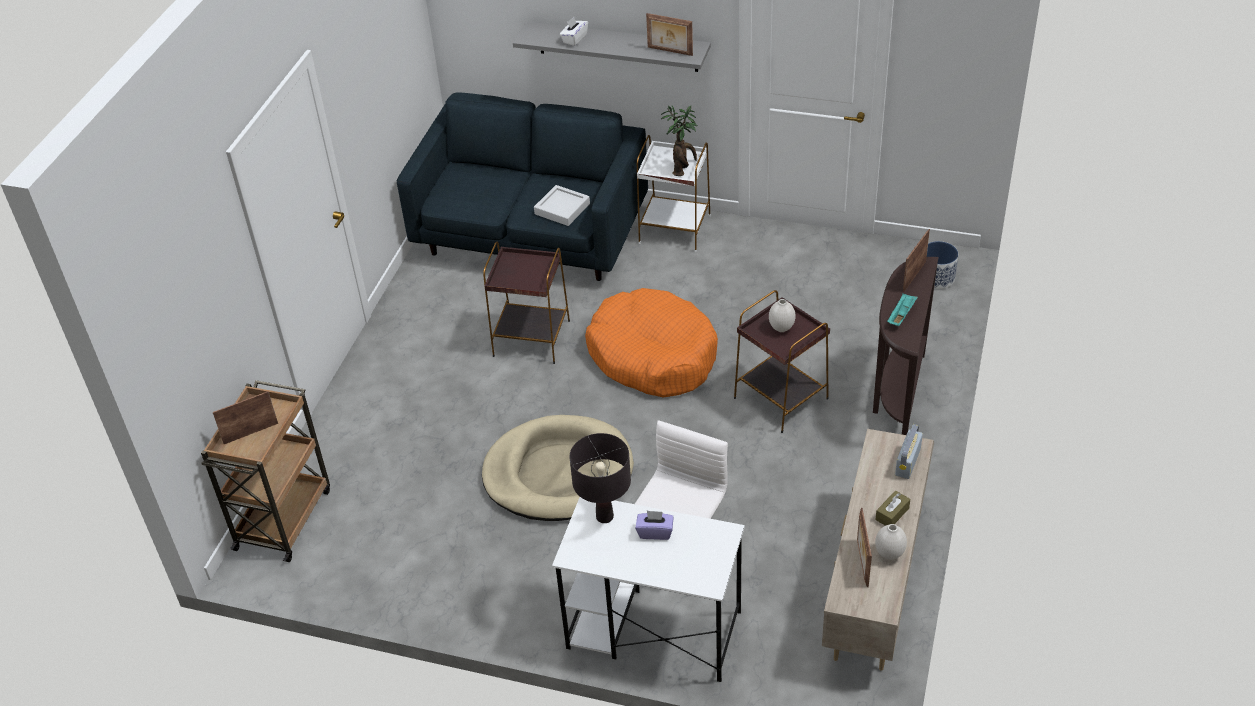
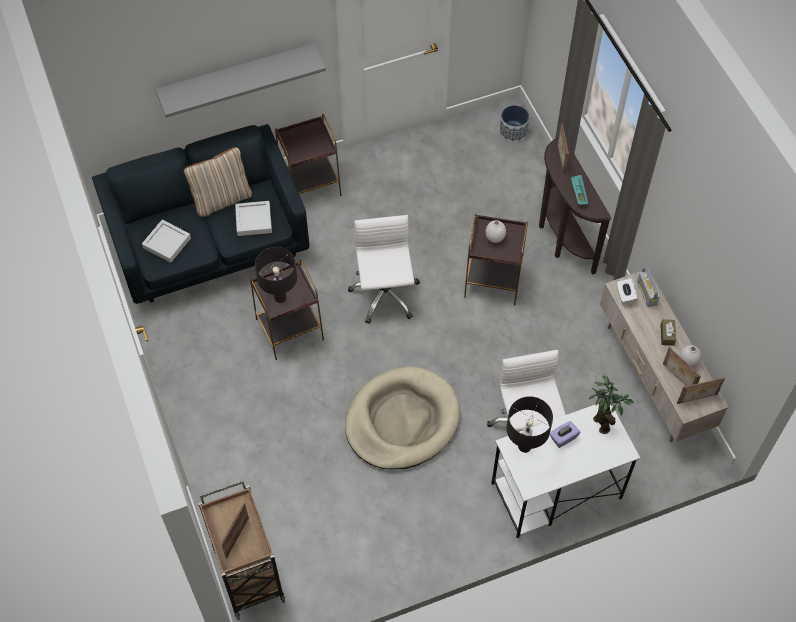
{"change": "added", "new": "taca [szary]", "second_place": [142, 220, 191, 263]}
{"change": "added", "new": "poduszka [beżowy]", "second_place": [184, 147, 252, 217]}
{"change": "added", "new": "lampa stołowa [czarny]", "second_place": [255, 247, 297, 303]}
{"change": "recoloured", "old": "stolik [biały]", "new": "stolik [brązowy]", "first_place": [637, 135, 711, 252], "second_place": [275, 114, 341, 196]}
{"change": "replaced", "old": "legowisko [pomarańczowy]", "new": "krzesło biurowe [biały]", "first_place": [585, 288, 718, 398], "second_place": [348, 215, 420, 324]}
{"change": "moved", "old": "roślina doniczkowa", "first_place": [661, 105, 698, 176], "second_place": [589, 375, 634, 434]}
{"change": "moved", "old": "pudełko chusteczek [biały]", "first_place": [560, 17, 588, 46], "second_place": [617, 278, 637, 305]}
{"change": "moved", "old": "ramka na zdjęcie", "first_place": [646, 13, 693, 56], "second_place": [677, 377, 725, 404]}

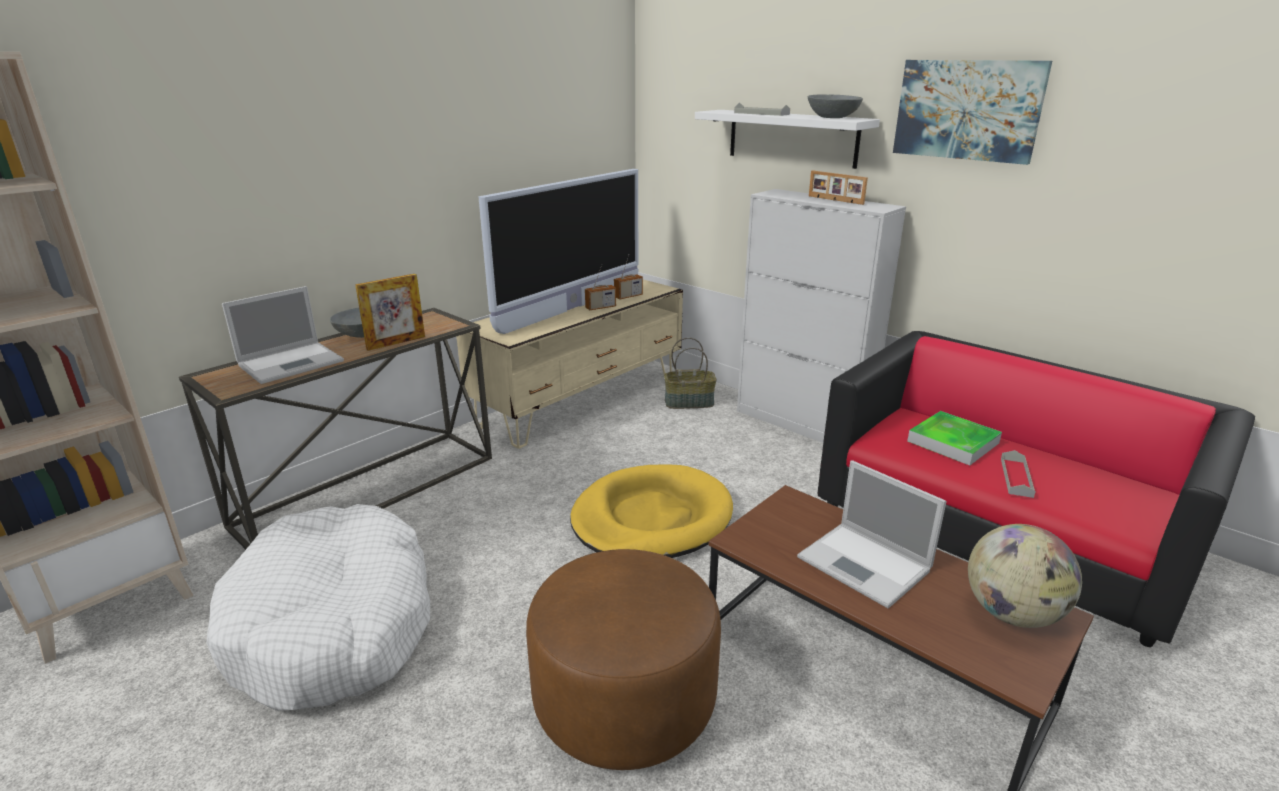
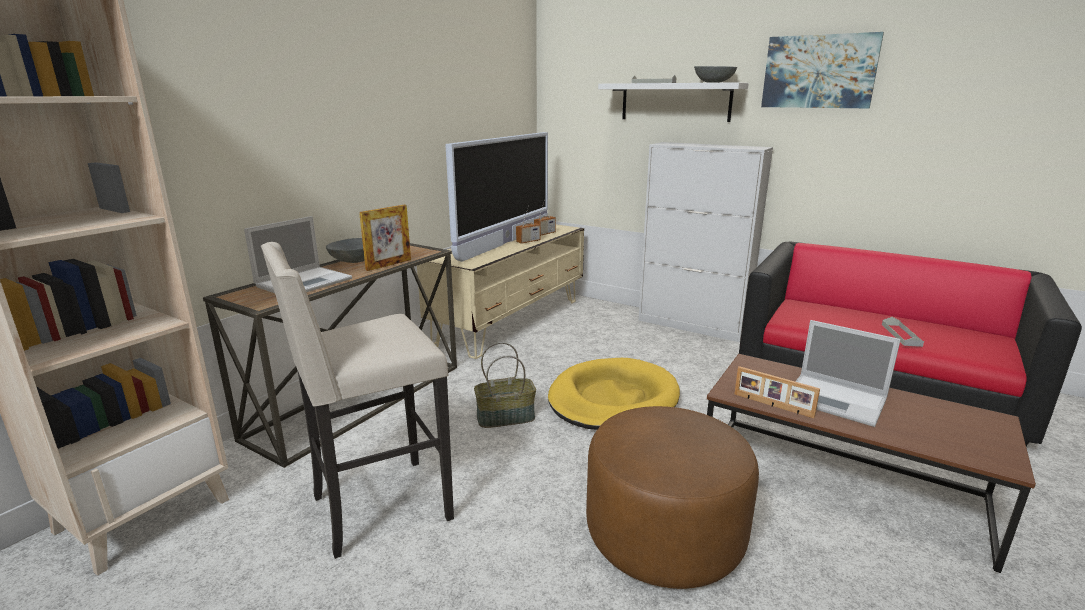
{"change": "replaced", "old": "legowisko [biały]", "new": "stołek [beżowy]", "first_place": [206, 504, 430, 711], "second_place": [261, 242, 454, 559]}
{"change": "moved", "old": "koszyk", "first_place": [664, 337, 717, 409], "second_place": [474, 342, 536, 428]}
{"change": "moved", "old": "ramka na zdjęcie", "first_place": [809, 170, 868, 205], "second_place": [734, 366, 820, 418]}
{"change": "removed", "old": "taca", "first_place": [907, 411, 1002, 466]}
{"change": "removed", "old": "globus", "first_place": [968, 524, 1082, 628]}

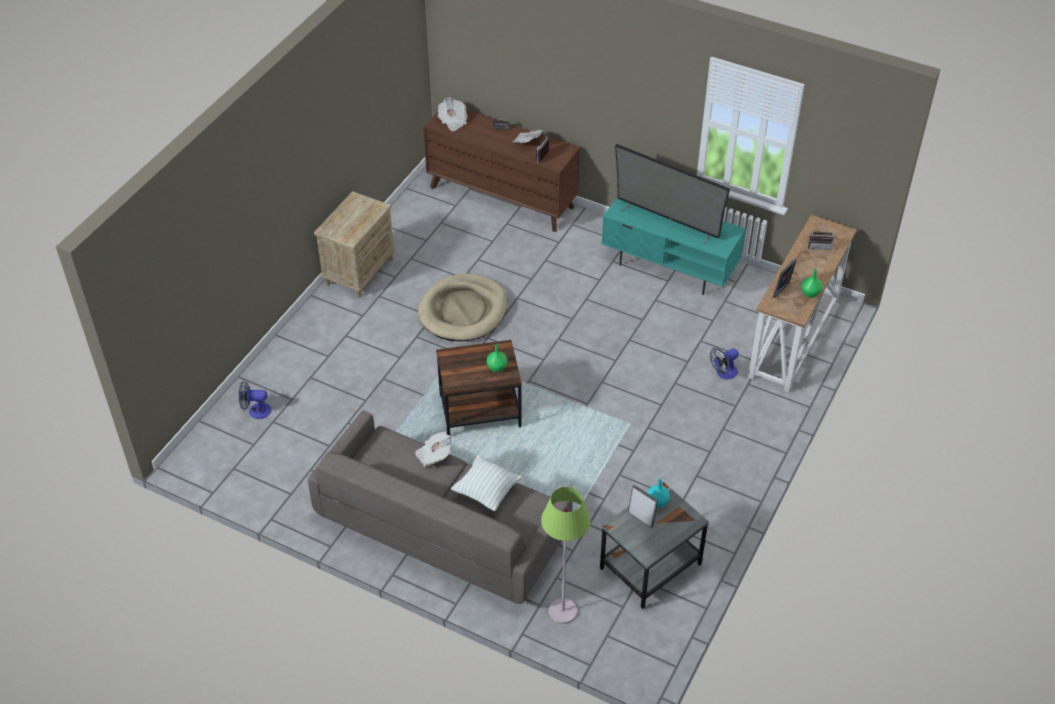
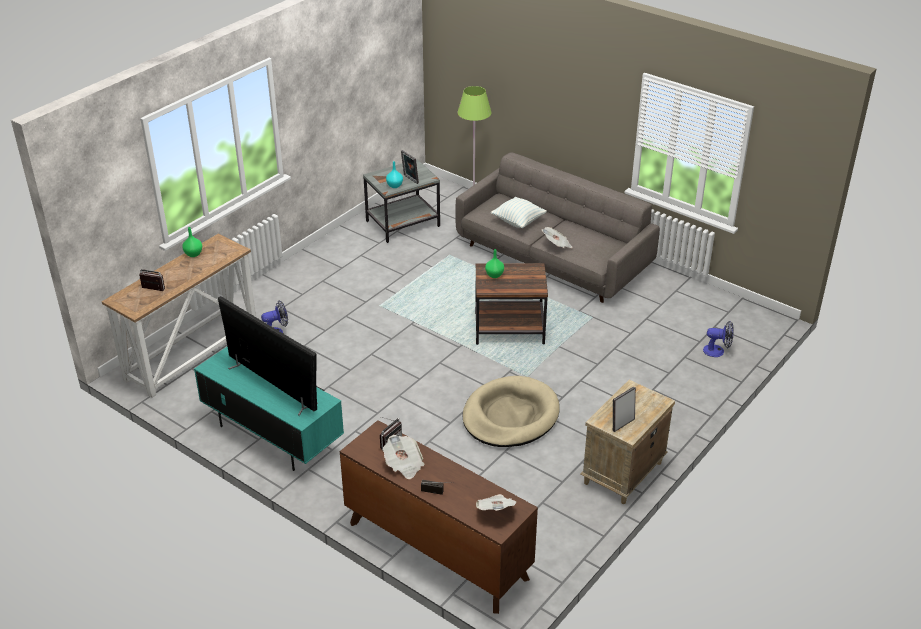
{"change": "moved", "old": "ramka na zdjęcie", "first_place": [773, 259, 797, 298], "second_place": [613, 387, 636, 432]}

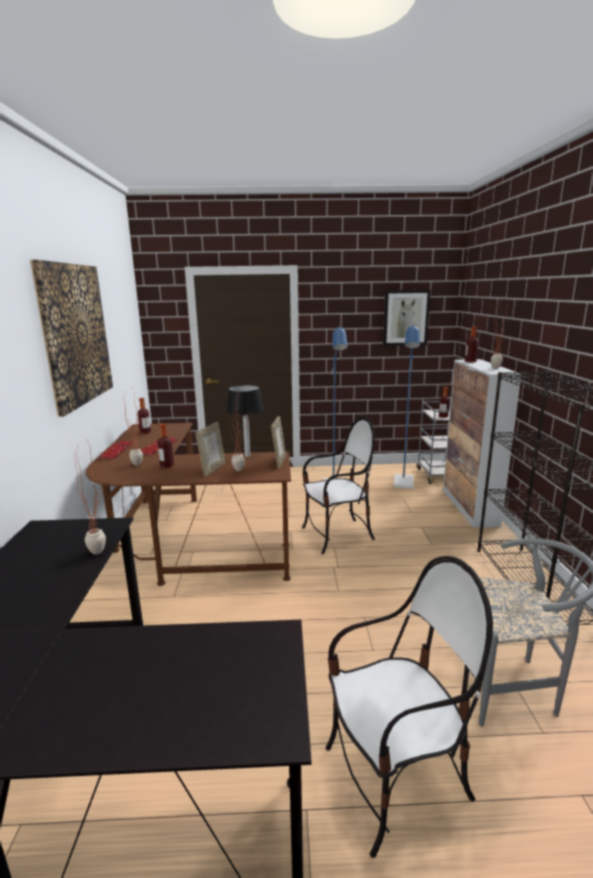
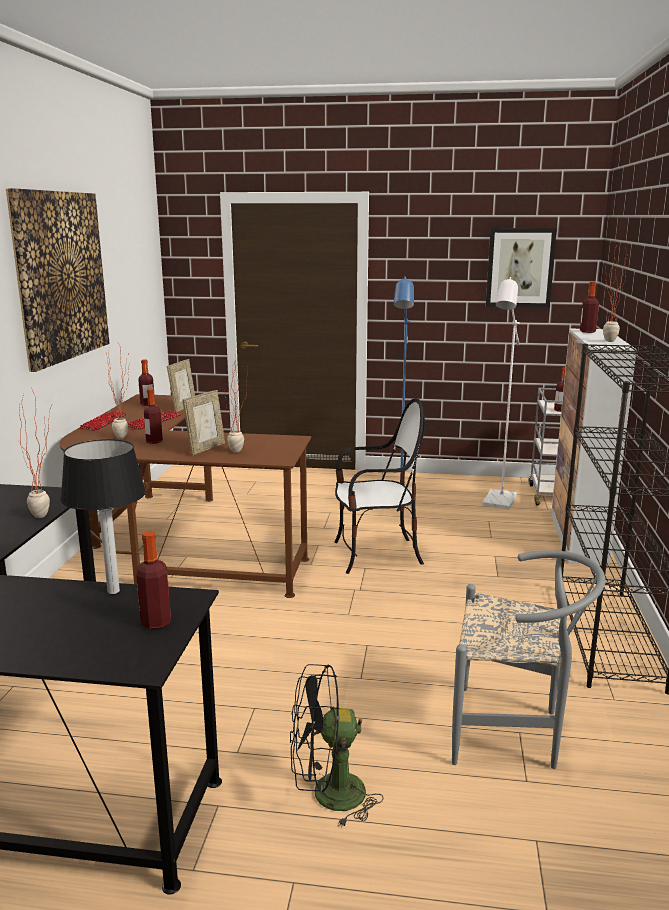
{"change": "moved", "old": "lampa stołowa", "first_place": [226, 385, 264, 457], "second_place": [60, 439, 146, 594]}
{"change": "added", "new": "butelka", "second_place": [136, 531, 171, 629]}
{"change": "moved", "old": "ramka na zdjęcie", "first_place": [271, 416, 286, 469], "second_place": [167, 359, 195, 412]}
{"change": "replaced", "old": "krzesło", "new": "wentylator [czarny]", "first_place": [326, 556, 493, 858], "second_place": [290, 664, 383, 828]}
{"change": "recoloured", "old": "lampa stojąca [niebieski]", "new": "lampa stojąca [biały]", "first_place": [394, 325, 420, 489], "second_place": [482, 277, 520, 509]}

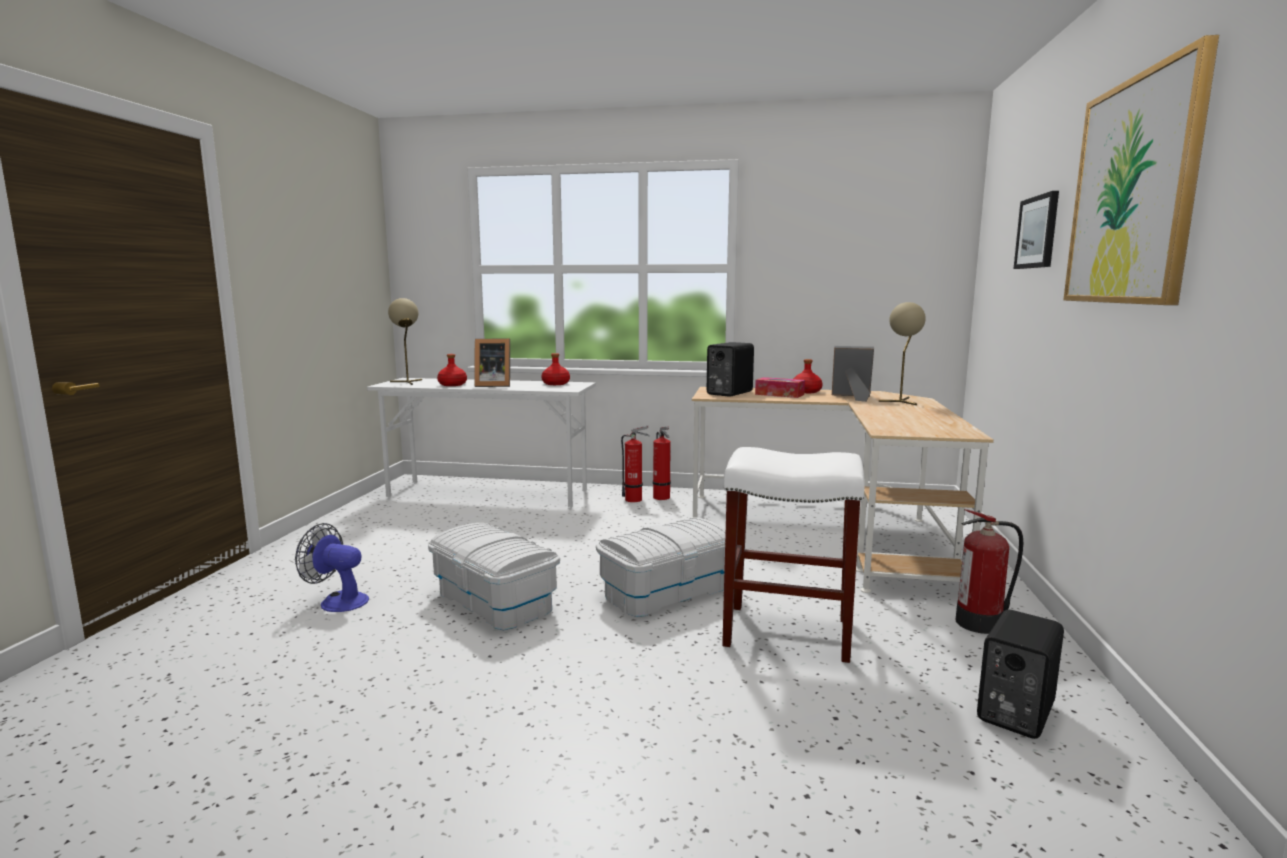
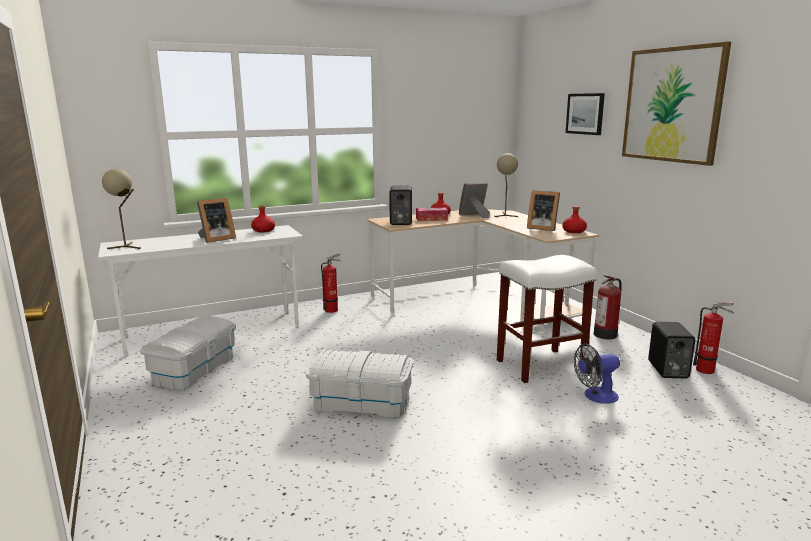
{"change": "moved", "old": "pojemnik do przechowywania [biały]", "first_place": [596, 518, 726, 617], "second_place": [140, 316, 236, 390]}
{"change": "added", "new": "ramka na zdjęcie", "second_place": [527, 190, 560, 231]}
{"change": "moved", "old": "butelka [czerwony]", "first_place": [437, 354, 467, 386], "second_place": [562, 206, 587, 233]}
{"change": "moved", "old": "wentylator", "first_place": [295, 523, 369, 612], "second_place": [574, 344, 620, 404]}
{"change": "moved", "old": "gaśnica", "first_place": [653, 427, 671, 500], "second_place": [693, 302, 734, 374]}

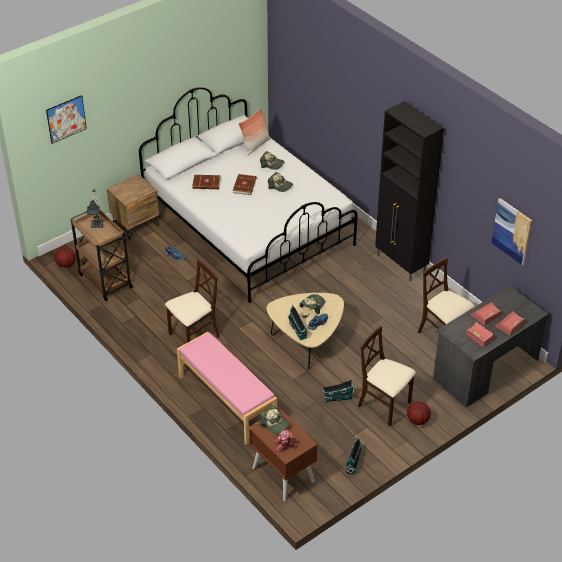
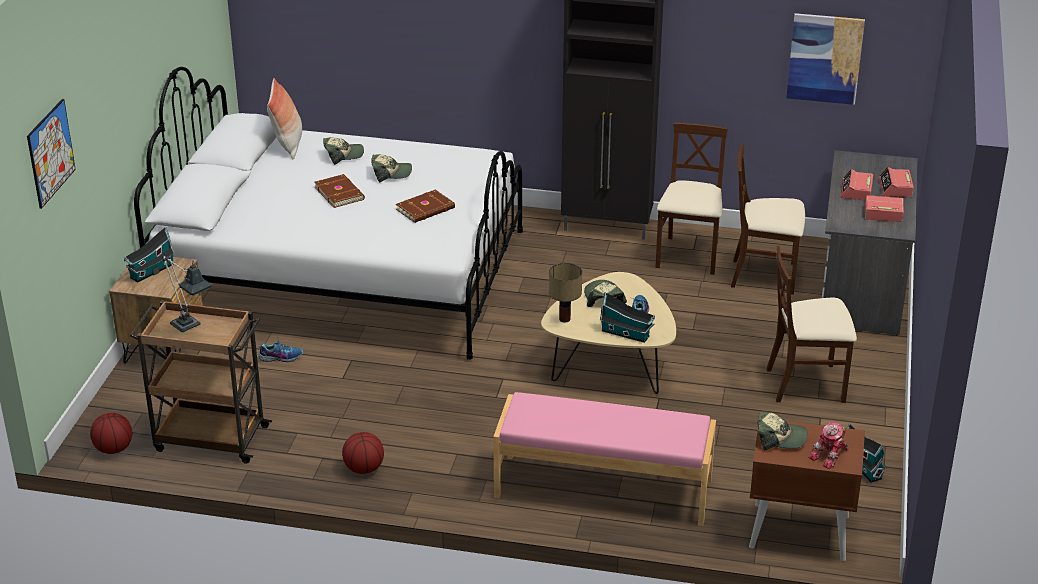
{"change": "moved", "old": "domek", "first_place": [322, 380, 354, 402], "second_place": [124, 227, 175, 283]}
{"change": "moved", "old": "piłka do koszykówki", "first_place": [407, 401, 431, 425], "second_place": [342, 432, 384, 474]}
{"change": "moved", "old": "książka [brązowy]", "first_place": [192, 175, 221, 189], "second_place": [396, 189, 455, 223]}
{"change": "added", "new": "lampa stołowa", "second_place": [549, 263, 582, 323]}
{"change": "moved", "old": "krzesło [beżowy]", "first_place": [165, 259, 219, 343], "second_place": [655, 122, 728, 275]}

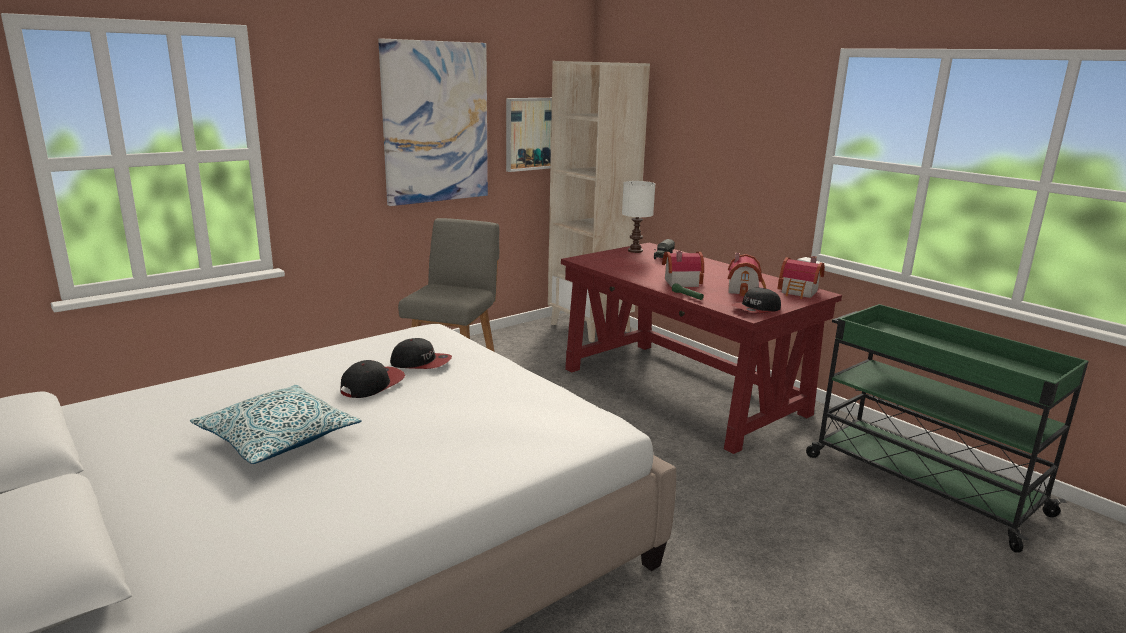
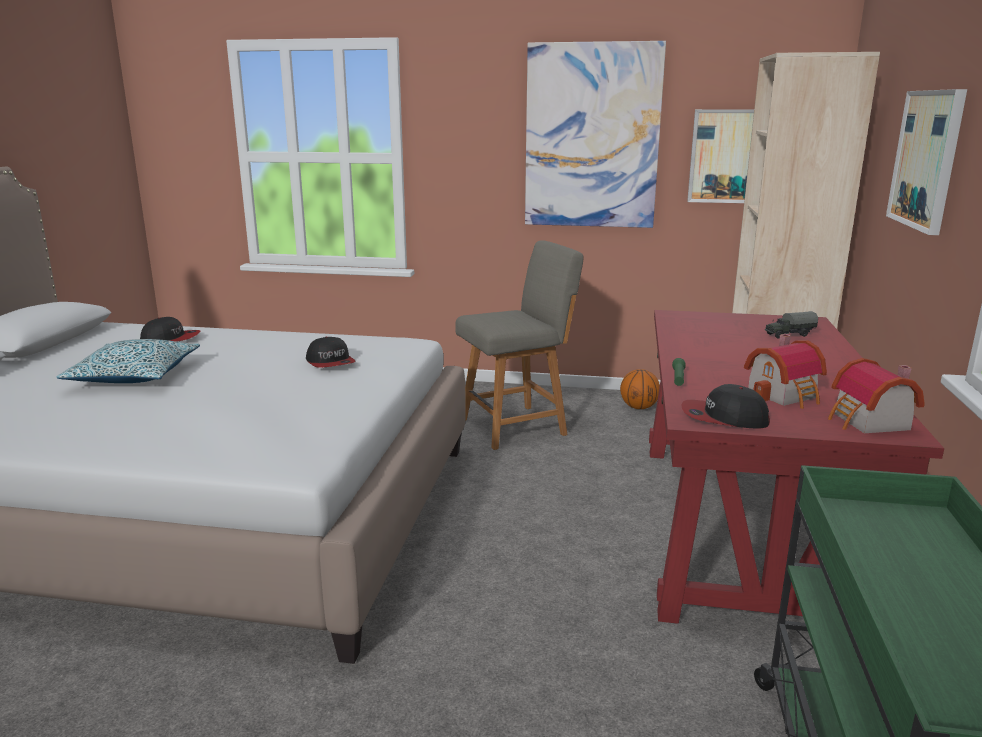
{"change": "moved", "old": "czapka z daszkiem", "first_place": [340, 360, 405, 398], "second_place": [140, 317, 200, 342]}
{"change": "added", "new": "piłka do koszykówki", "second_place": [620, 369, 660, 409]}
{"change": "added", "new": "obraz", "second_place": [886, 89, 967, 235]}
{"change": "removed", "old": "lampa stołowa [biały]", "first_place": [622, 181, 655, 253]}
{"change": "removed", "old": "domek", "first_place": [662, 251, 704, 287]}

